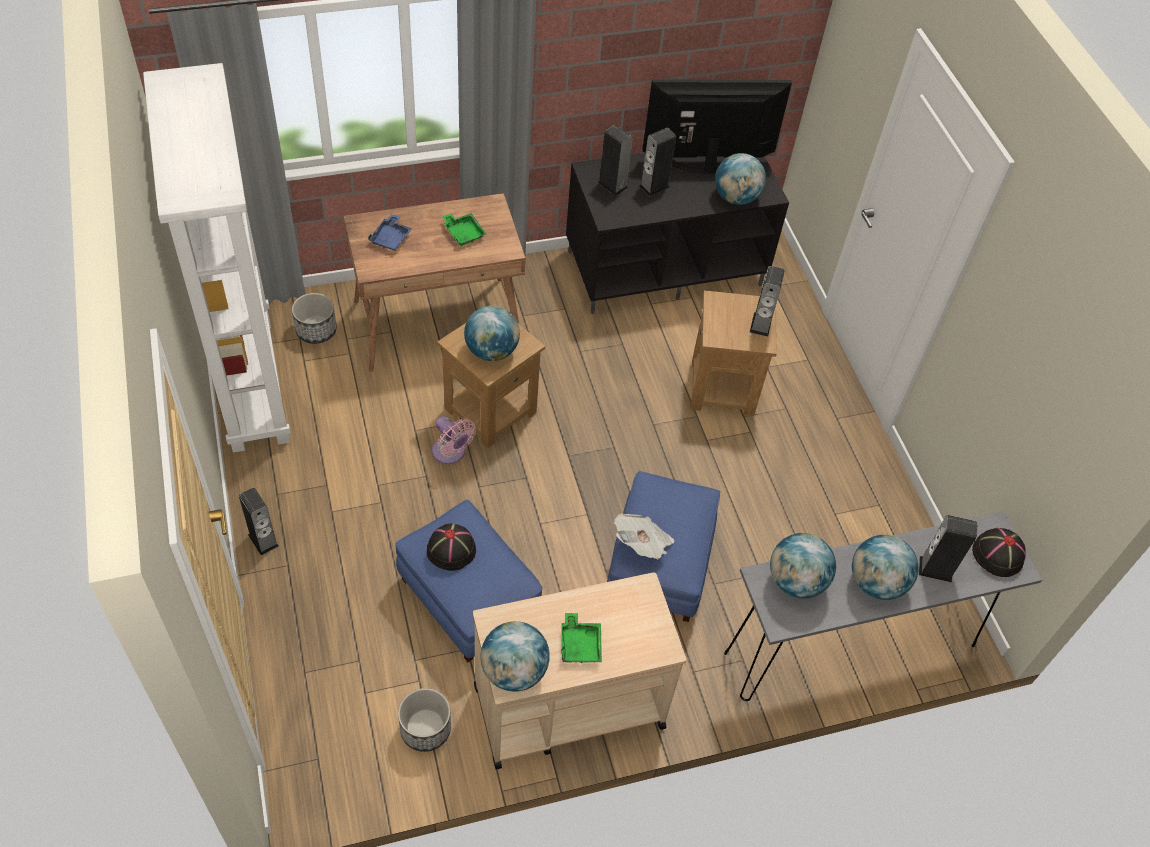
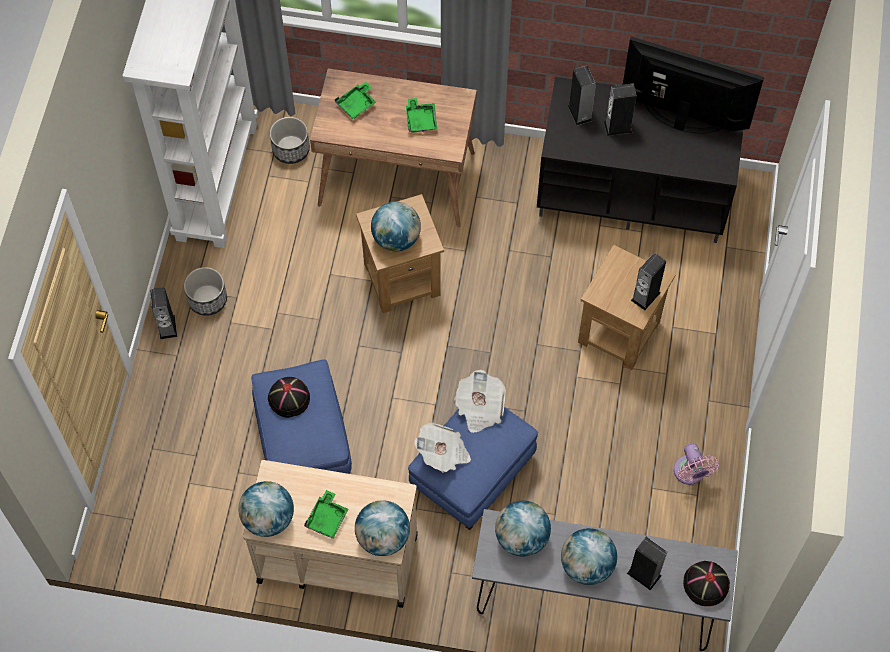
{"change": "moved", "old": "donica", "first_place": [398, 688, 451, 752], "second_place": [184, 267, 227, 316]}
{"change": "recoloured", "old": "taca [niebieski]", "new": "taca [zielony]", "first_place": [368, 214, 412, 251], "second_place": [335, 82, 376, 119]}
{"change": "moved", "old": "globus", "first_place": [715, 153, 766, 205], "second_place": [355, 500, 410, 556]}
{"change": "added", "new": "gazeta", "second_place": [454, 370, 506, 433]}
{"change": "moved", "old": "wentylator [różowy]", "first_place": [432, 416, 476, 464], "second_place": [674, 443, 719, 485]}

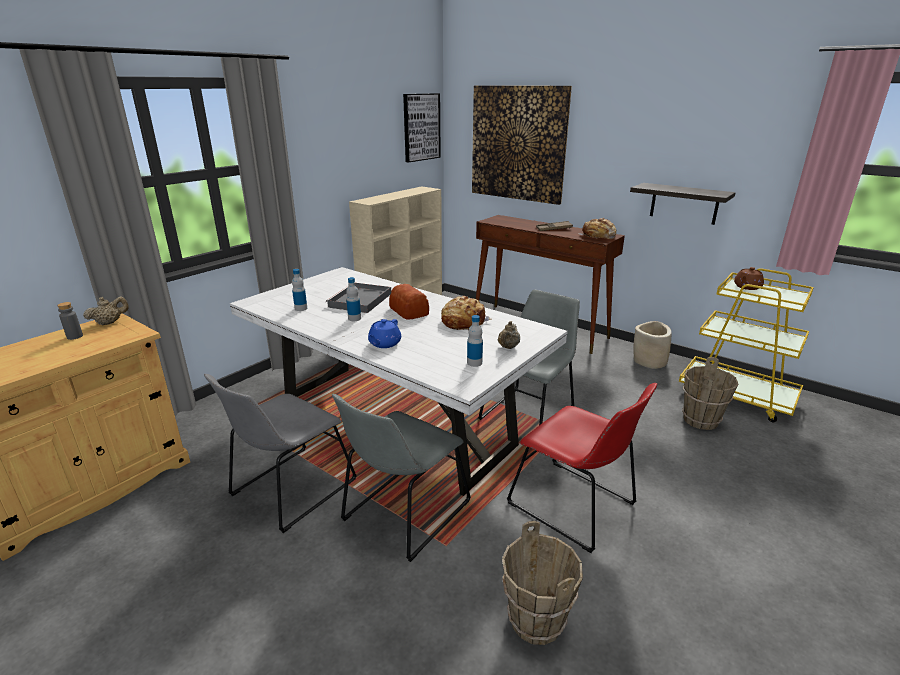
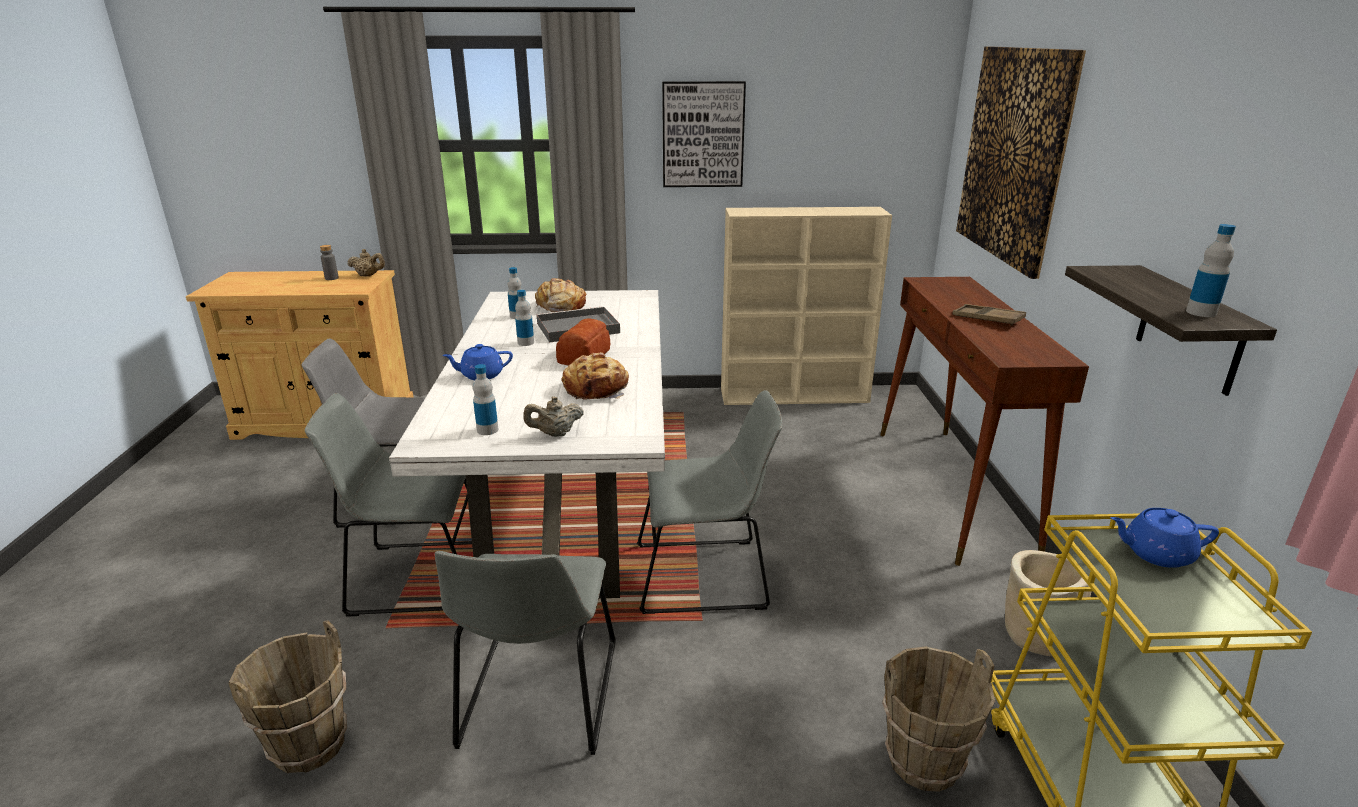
{"change": "recoloured", "old": "krzesło [czerwony]", "new": "krzesło [szary]", "first_place": [507, 383, 657, 553], "second_place": [435, 551, 615, 755]}
{"change": "moved", "old": "chleb", "first_place": [577, 218, 616, 239], "second_place": [535, 278, 586, 312]}
{"change": "moved", "old": "obraz", "first_place": [403, 93, 441, 162], "second_place": [662, 81, 746, 187]}
{"change": "recoloured", "old": "imbryk [brązowy]", "new": "imbryk [niebieski]", "first_place": [734, 267, 764, 290], "second_place": [1111, 508, 1219, 568]}
{"change": "added", "new": "butelka", "second_place": [1186, 224, 1236, 317]}

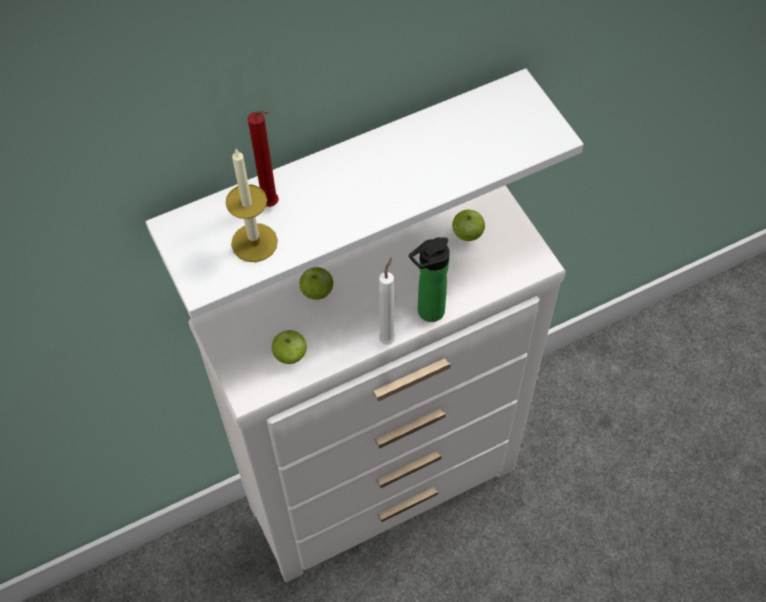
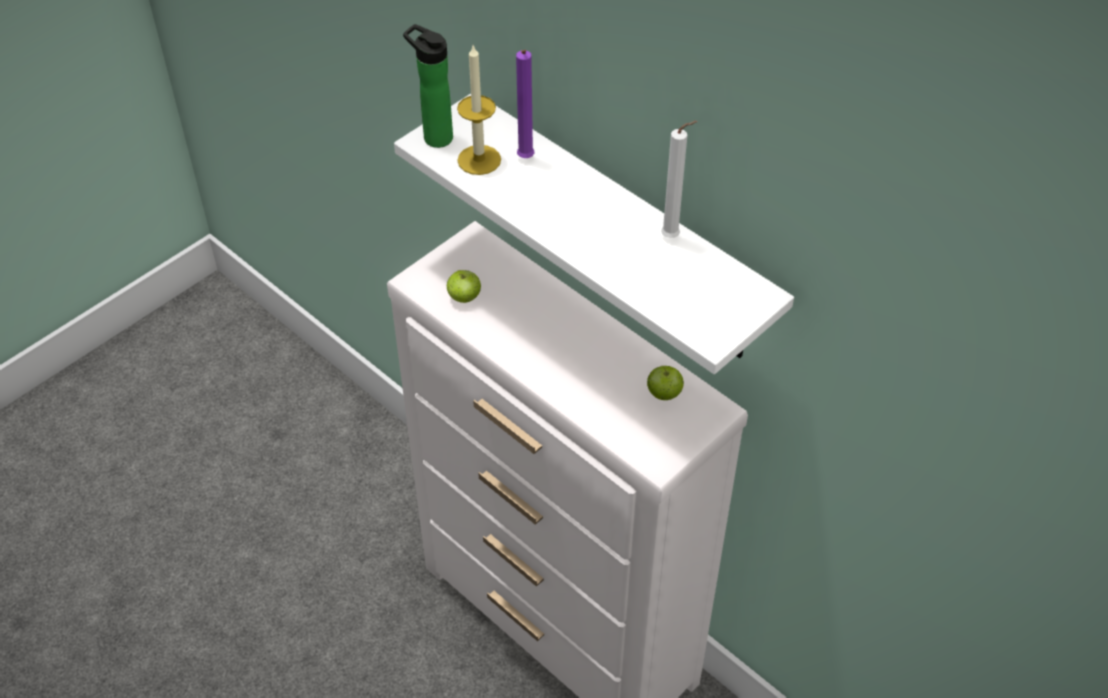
{"change": "moved", "old": "butelka", "first_place": [409, 237, 450, 322], "second_place": [403, 24, 453, 148]}
{"change": "recoloured", "old": "świeca [czerwony]", "new": "świeca [fioletowy]", "first_place": [248, 110, 279, 207], "second_place": [516, 50, 535, 158]}
{"change": "moved", "old": "świeca [biały]", "first_place": [379, 257, 396, 345], "second_place": [661, 121, 698, 238]}
{"change": "removed", "old": "jabłko", "first_place": [299, 267, 333, 300]}

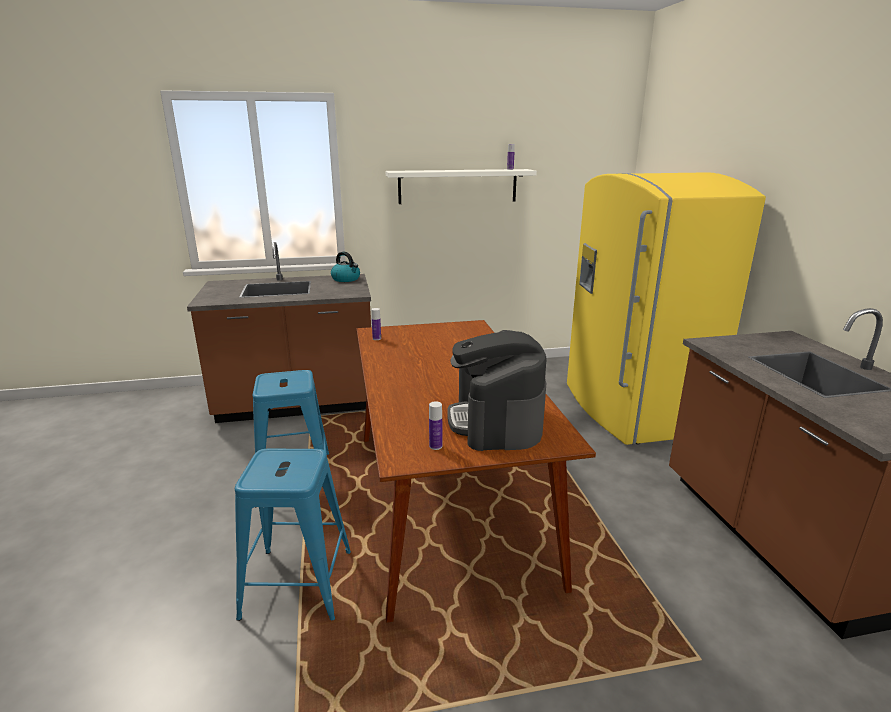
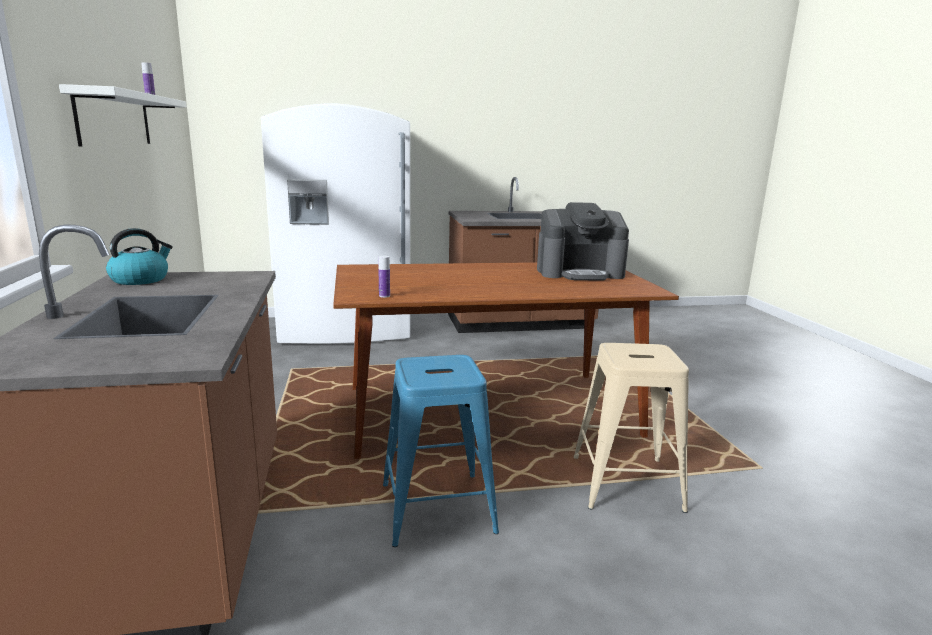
{"change": "recoloured", "old": "lodówka [żółty]", "new": "lodówka [biały]", "first_place": [567, 172, 766, 445], "second_place": [261, 103, 410, 344]}
{"change": "recoloured", "old": "stołek [niebieski]", "new": "stołek [beżowy]", "first_place": [235, 449, 351, 621], "second_place": [574, 343, 689, 513]}
{"change": "removed", "old": "butelka", "first_place": [429, 401, 442, 450]}

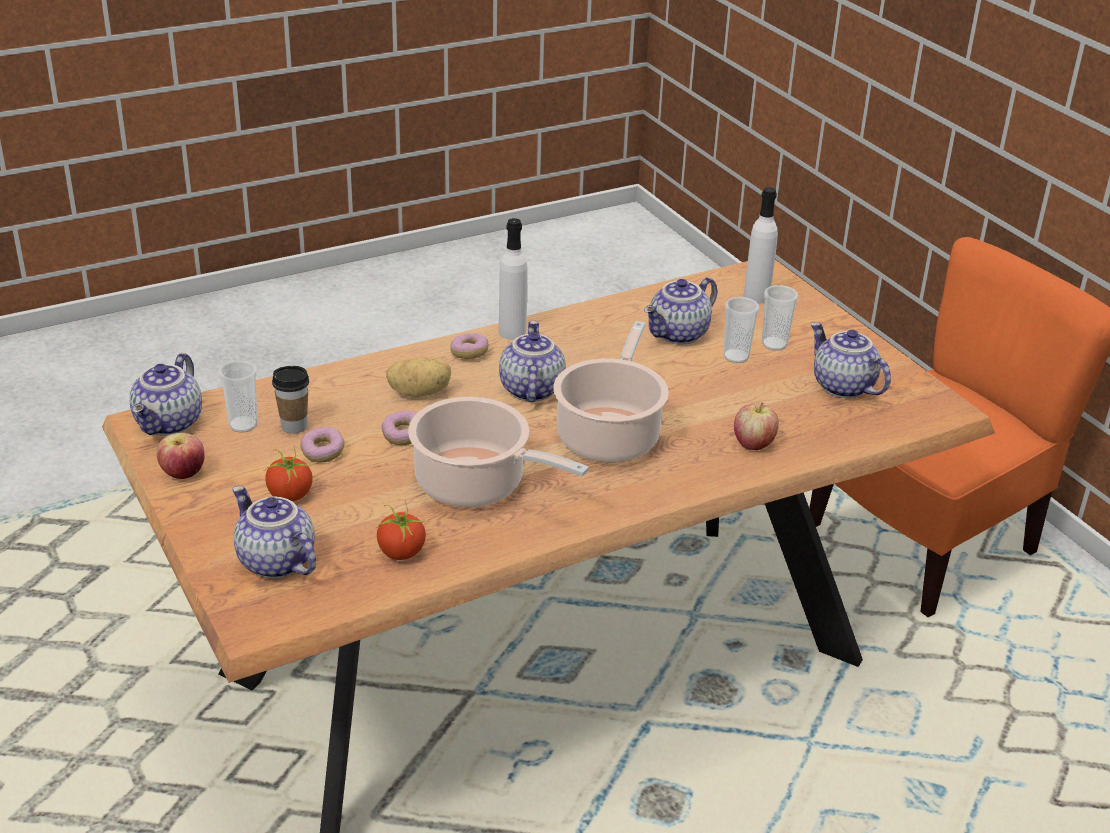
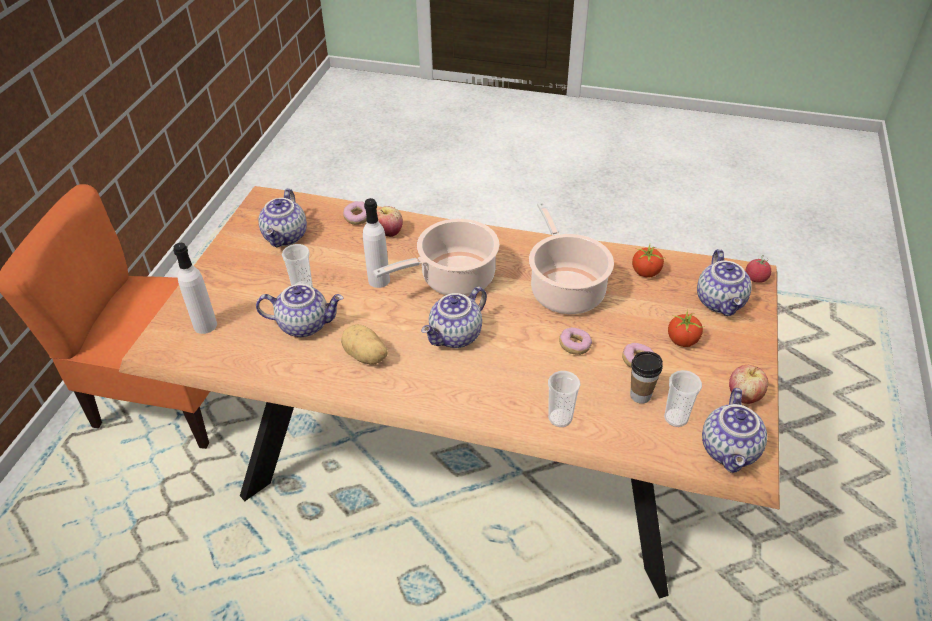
{"change": "moved", "old": "ziemniak", "first_place": [386, 357, 451, 397], "second_place": [341, 324, 388, 365]}
{"change": "moved", "old": "donut", "first_place": [450, 333, 489, 359], "second_place": [343, 201, 366, 225]}
{"change": "moved", "old": "butelka [biały]", "first_place": [499, 218, 528, 340], "second_place": [363, 198, 390, 288]}
{"change": "moved", "old": "filiżanka", "first_place": [762, 285, 798, 351], "second_place": [548, 371, 581, 427]}
{"change": "turned", "old": "imbryk", "first_place": [130, 353, 202, 436], "second_place": [702, 388, 767, 473], "degrees": 135}
{"change": "added", "new": "pomidor", "second_place": [745, 255, 771, 283]}

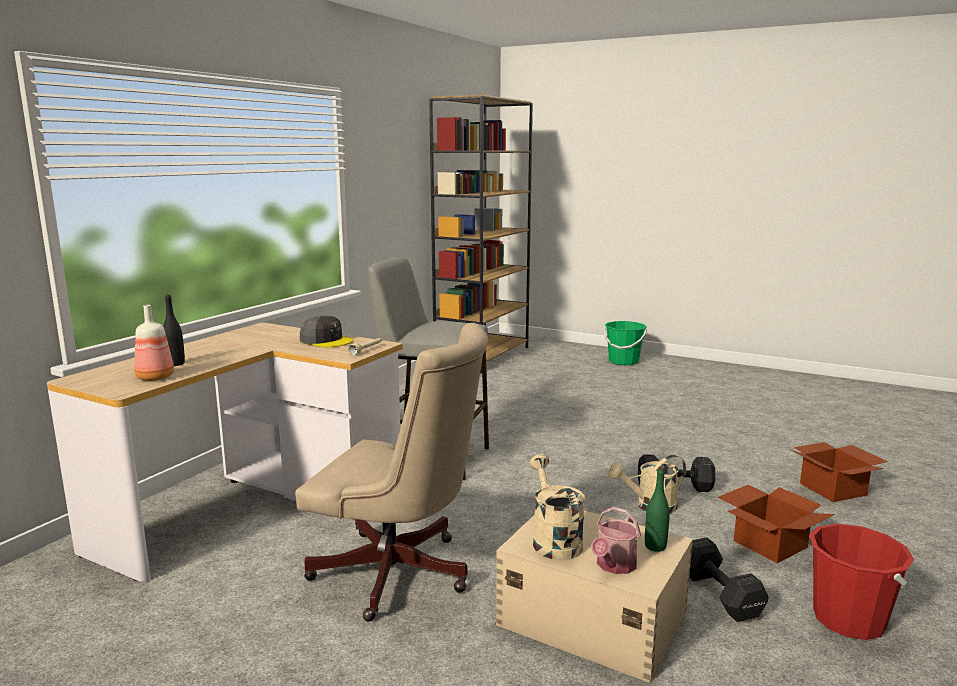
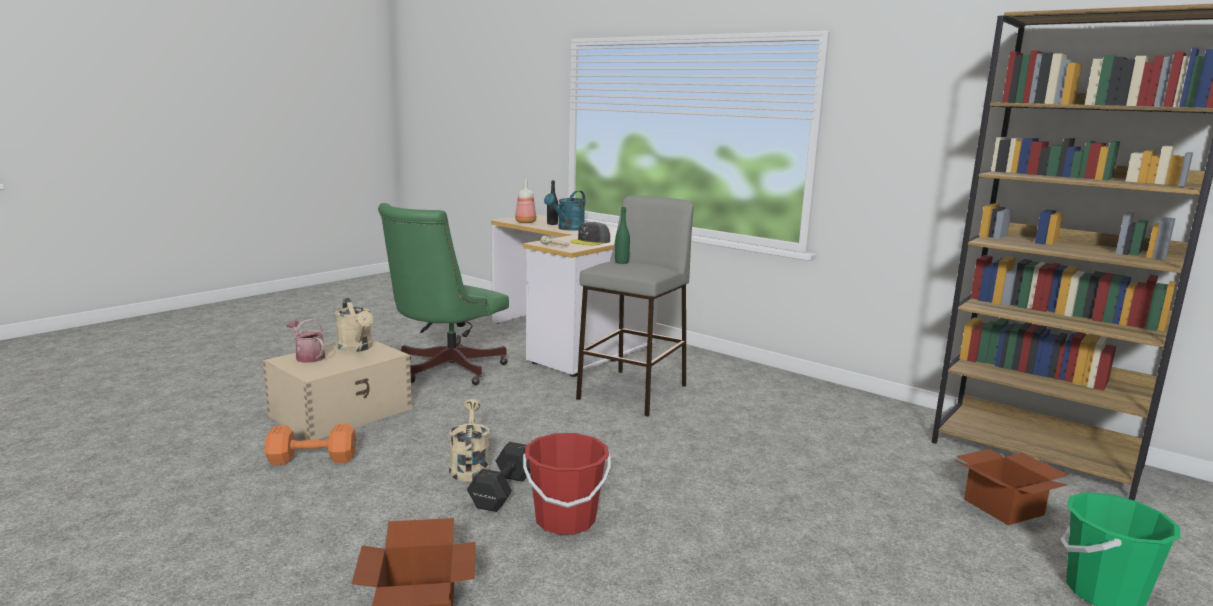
{"change": "recoloured", "old": "hantel [czarny]", "new": "hantel [pomarańczowy]", "first_place": [689, 537, 769, 622], "second_place": [265, 424, 356, 465]}
{"change": "turned", "old": "konewka [beżowy]", "first_place": [529, 454, 585, 560], "second_place": [335, 298, 373, 352], "degrees": 60}
{"change": "recoloured", "old": "krzesło biurowe [beżowy]", "new": "krzesło biurowe [zielony]", "first_place": [295, 323, 488, 622], "second_place": [378, 203, 509, 385]}
{"change": "moved", "old": "wiadro [czerwony]", "first_place": [809, 524, 914, 640], "second_place": [523, 433, 611, 535]}
{"change": "added", "new": "konewka [turkusowy]", "second_place": [544, 191, 586, 231]}
{"change": "moved", "old": "butelka [zielony]", "first_place": [645, 467, 670, 552], "second_place": [615, 207, 630, 264]}
{"change": "moved", "old": "karton", "first_place": [718, 485, 835, 563], "second_place": [955, 449, 1068, 525]}

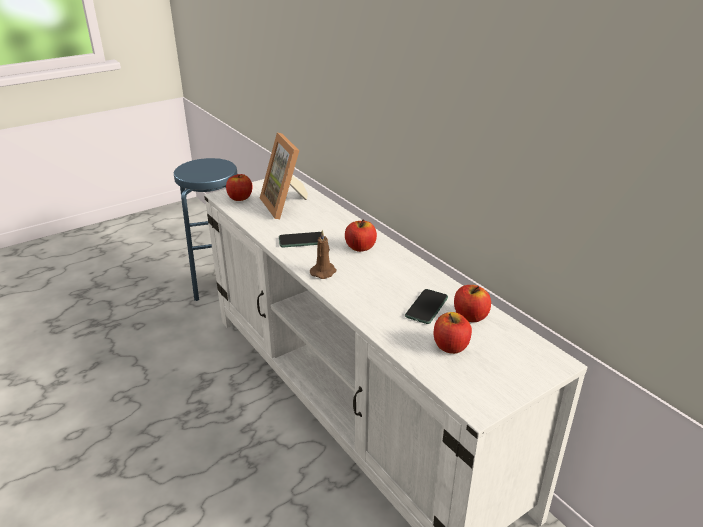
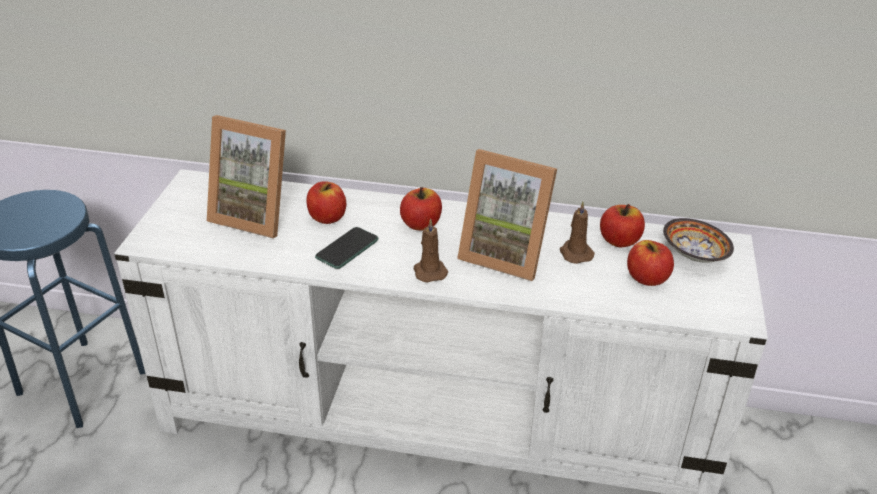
{"change": "moved", "old": "jabłko", "first_place": [226, 174, 253, 201], "second_place": [306, 181, 346, 224]}
{"change": "added", "new": "ramka na zdjęcie", "second_place": [457, 149, 557, 281]}
{"change": "replaced", "old": "telefon", "new": "świeca [brązowy]", "first_place": [405, 289, 448, 324], "second_place": [560, 202, 595, 264]}
{"change": "added", "new": "miska", "second_place": [663, 218, 734, 263]}

